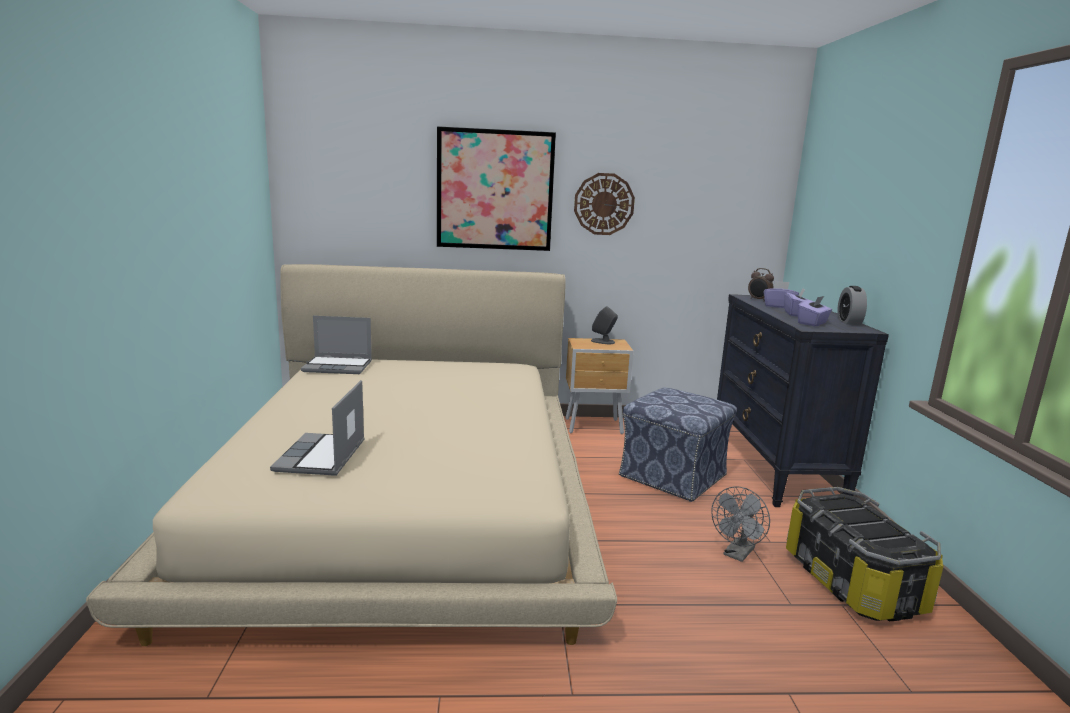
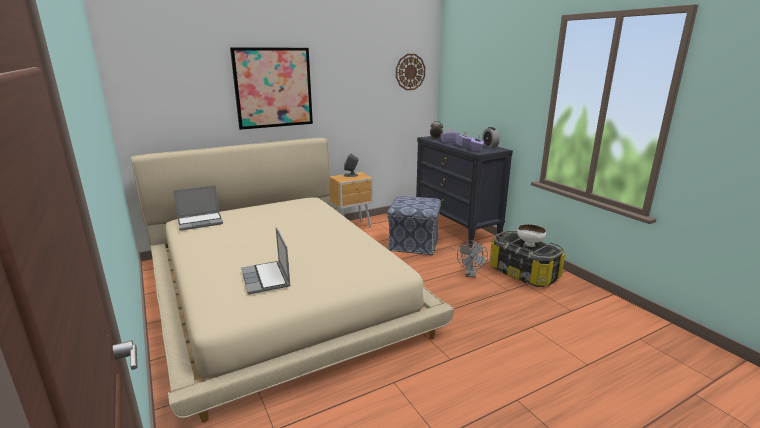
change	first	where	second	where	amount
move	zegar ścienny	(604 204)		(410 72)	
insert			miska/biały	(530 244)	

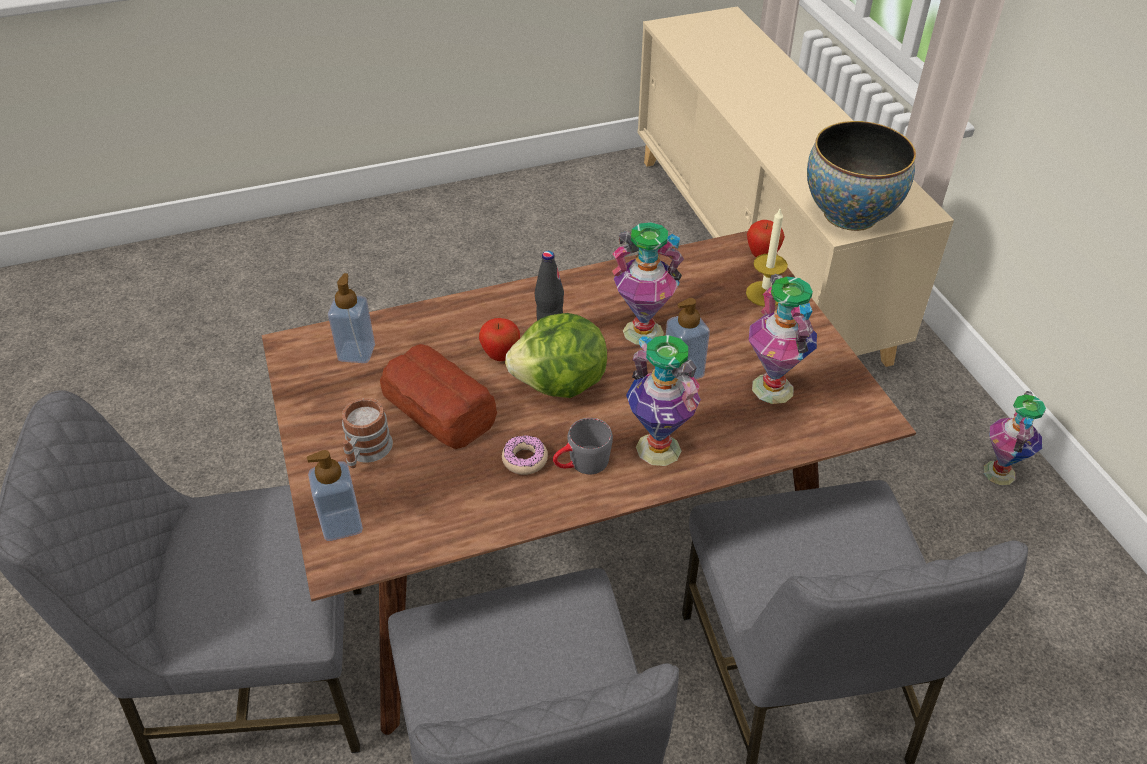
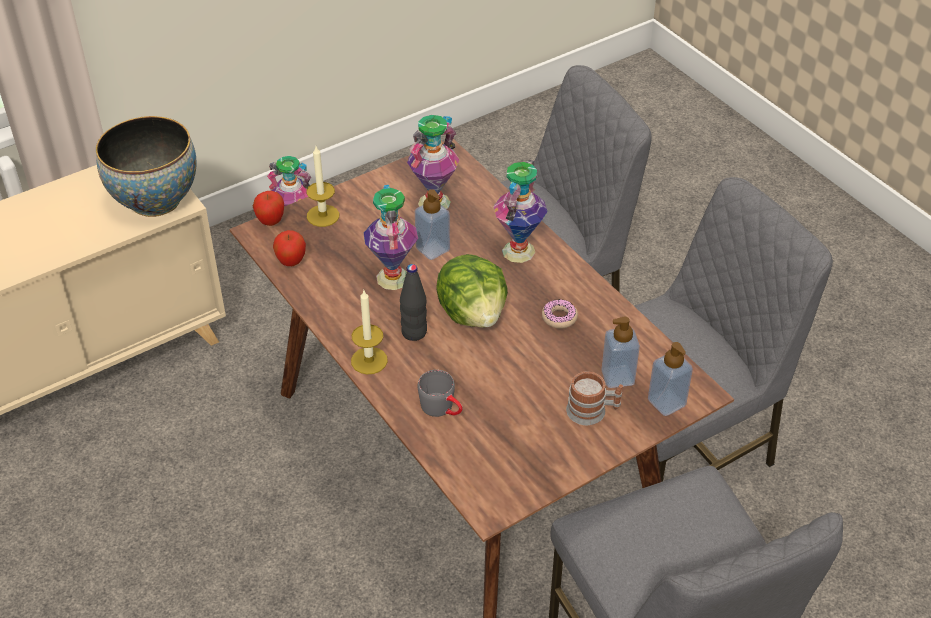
change	first	where	second	where	amount
move	jabłko	(500 356)		(291 262)	
insert			świeca	(369 360)	
move	kubek/szary	(581 464)		(442 409)	
move	dozownik mydła	(356 352)		(617 377)	
delete	chleb	(439 409)			

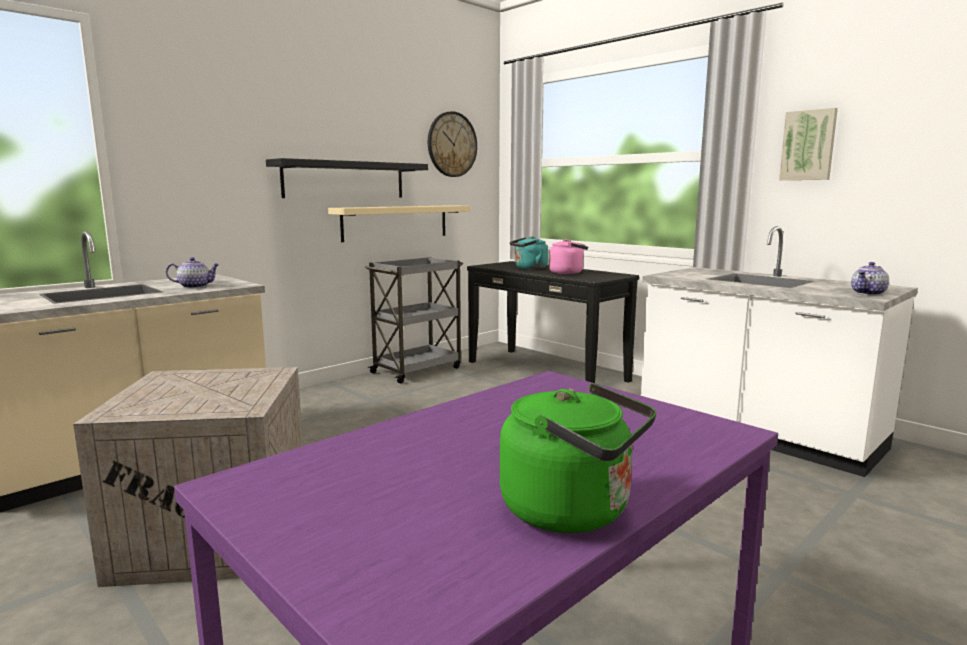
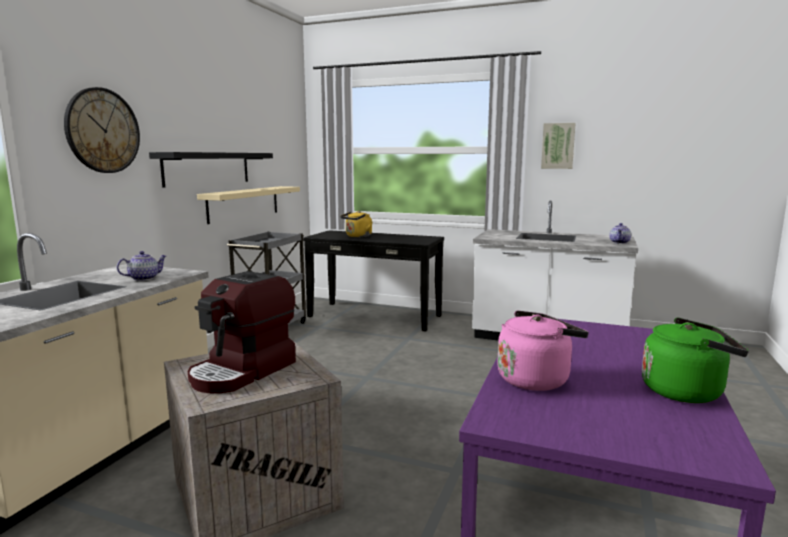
change	first	where	second	where	amount
move	zegar ścienny	(452 144)		(102 131)	
insert			ekspres do kawy	(243 371)	
recolor	czajnik/turkusowy	(529 268)	czajnik/żółty	(357 236)	
move	czajnik/różowy	(568 273)		(535 379)	

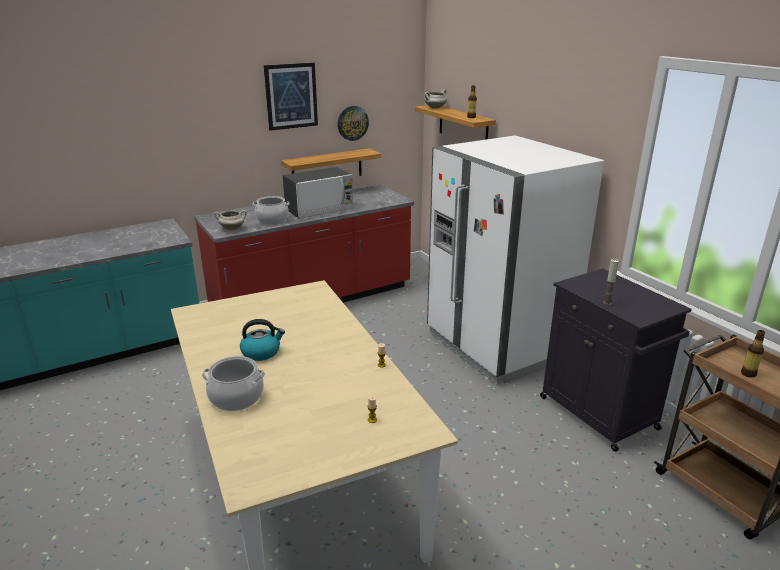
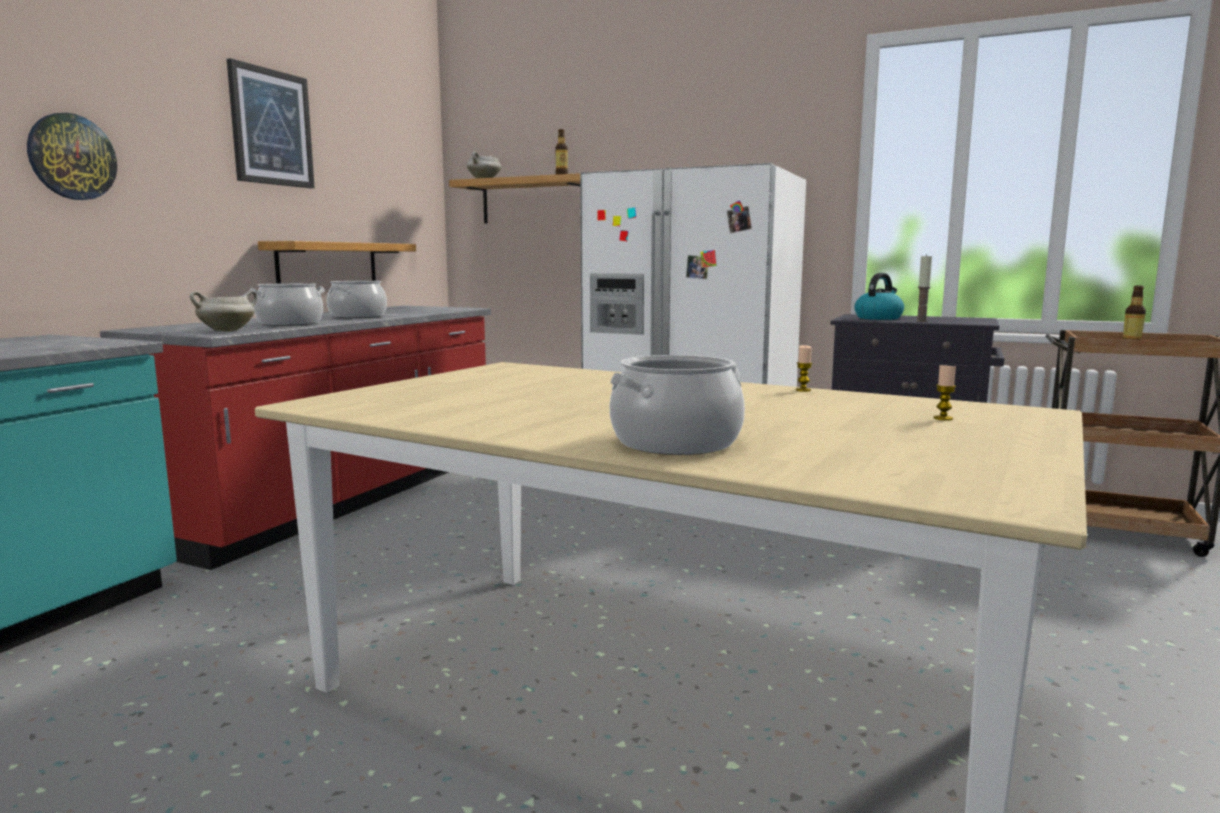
change	first	where	second	where	amount
move	zegar ścienny	(352 123)		(72 157)	
replace	mikrofalówka	(319 209)	garnek	(357 316)	
move	czajnik	(261 352)		(878 318)	

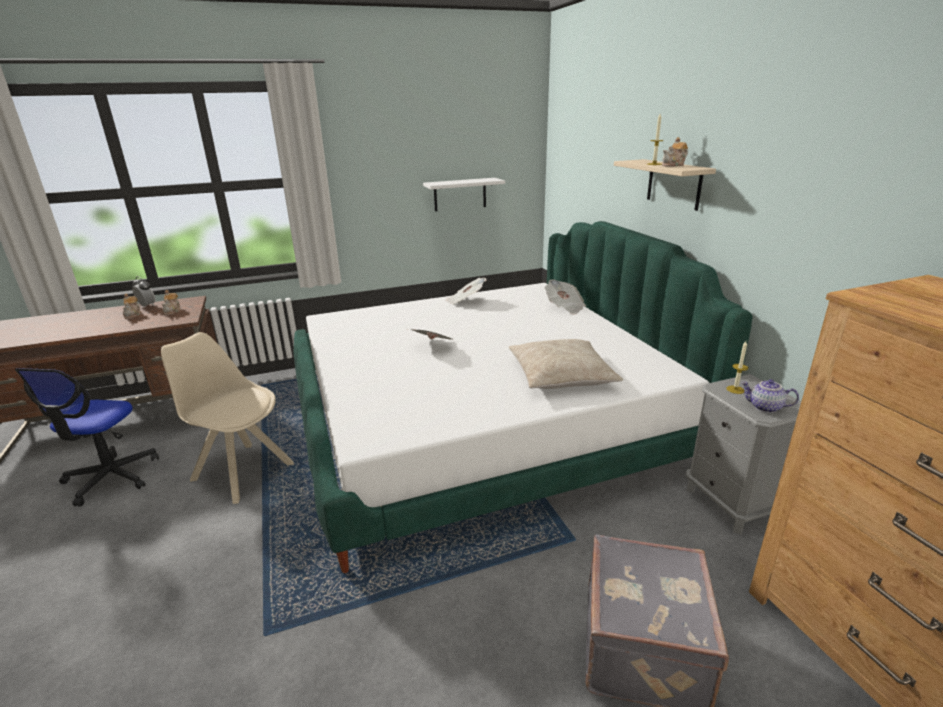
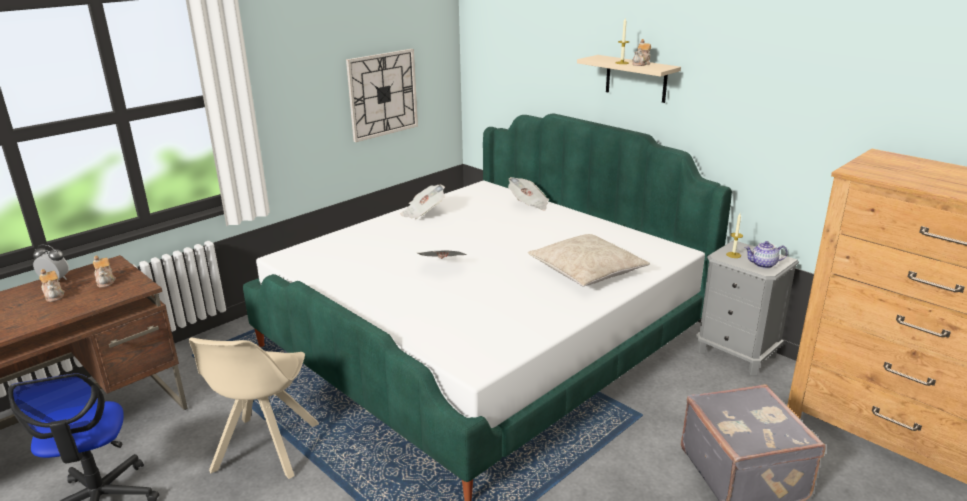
change	first	where	second	where	amount
rotate	krzesło/beżowy	(241 471)		(265 449)	90 degrees counterclockwise
replace	półka/biały	(460 194)	zegar ścienny	(382 94)	

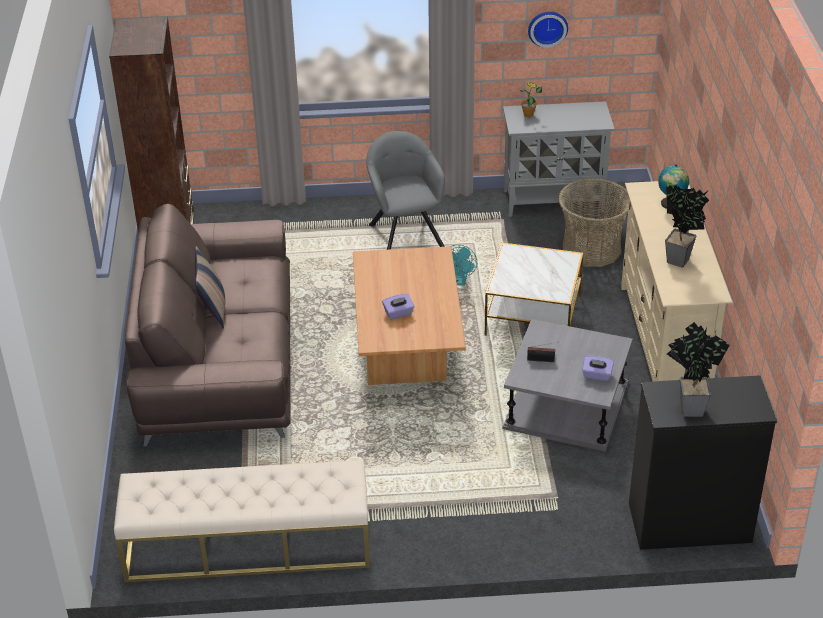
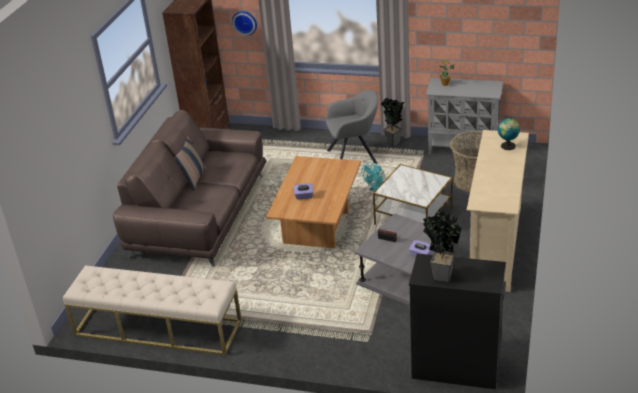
change	first	where	second	where	amount
move	zegar ścienny	(547 27)		(245 22)	
rotate	fotel/szary	(405 234)		(354 156)	75 degrees clockwise
move	roślina doniczkowa	(680 263)		(393 143)	

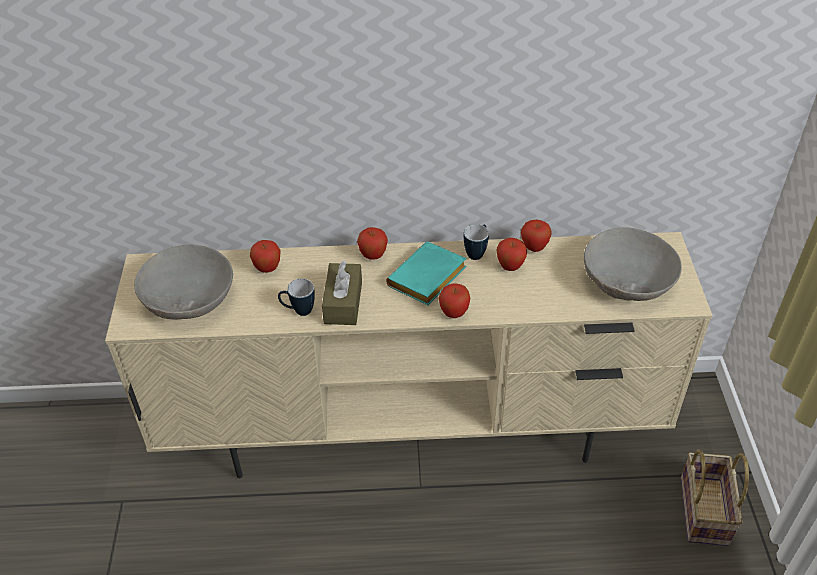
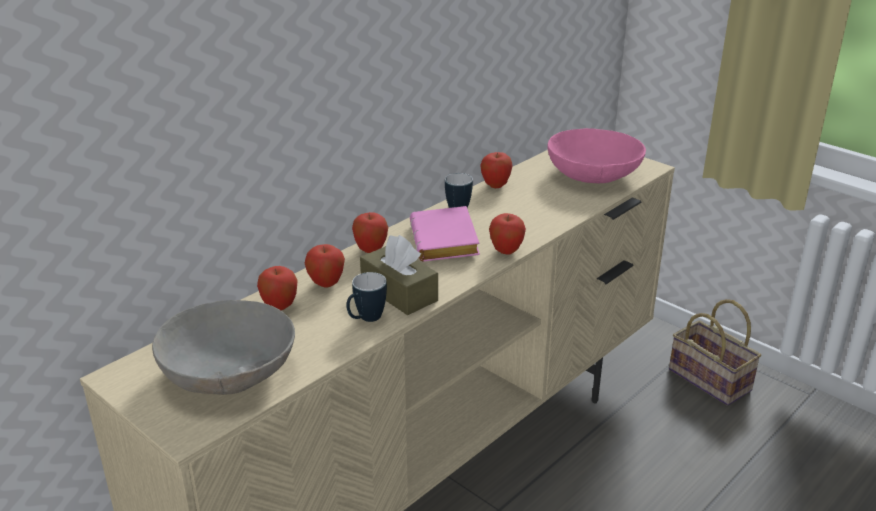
change	first	where	second	where	amount
move	jabłko	(510 267)		(326 284)	
recolor	książka/turkusowy	(427 280)	książka/różowy	(447 242)	
recolor	miska/szary	(628 282)	miska/różowy	(594 174)	

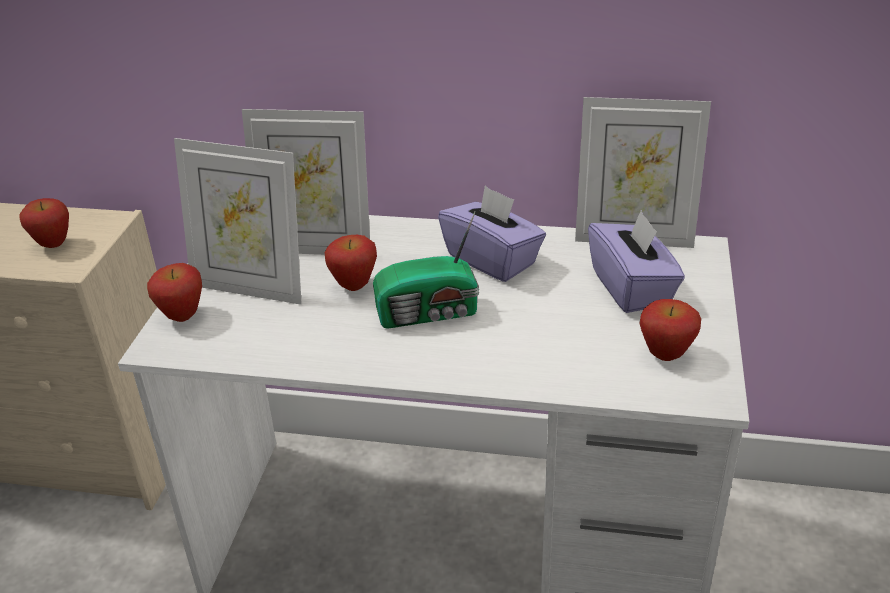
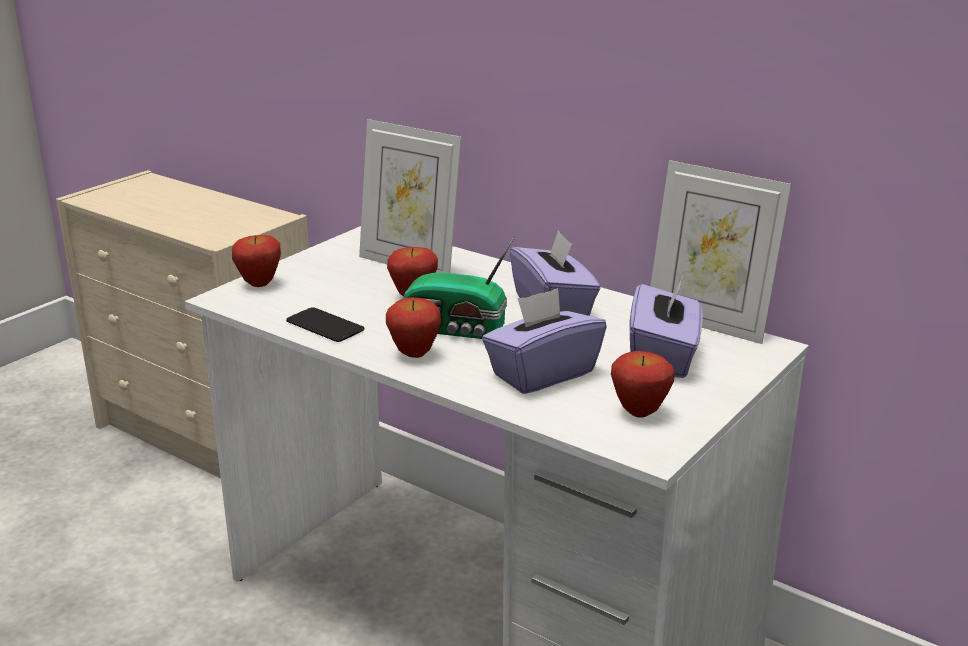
change	first	where	second	where	amount
insert			telefon	(325 326)	
move	jabłko	(53 244)		(414 354)	
insert			pudełko chusteczek/fioletowy	(542 373)	
delete	ramka na zdjęcie	(251 287)			

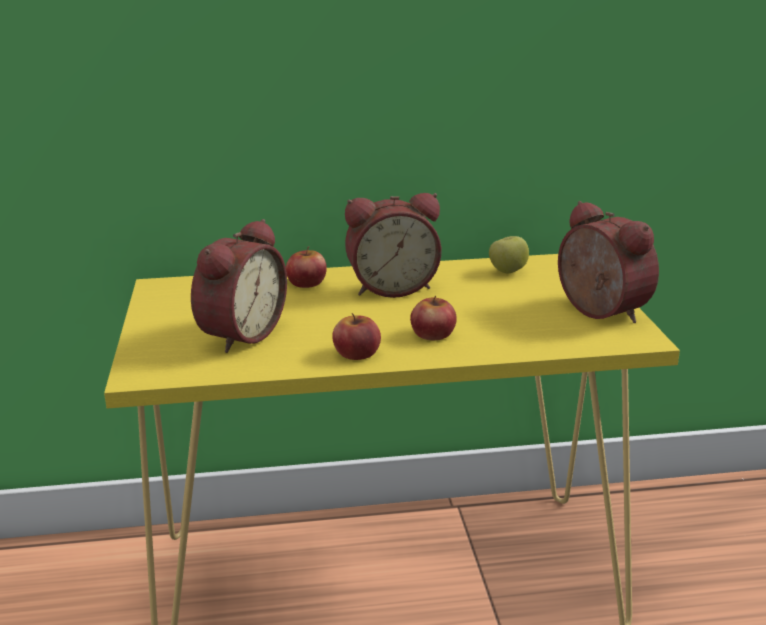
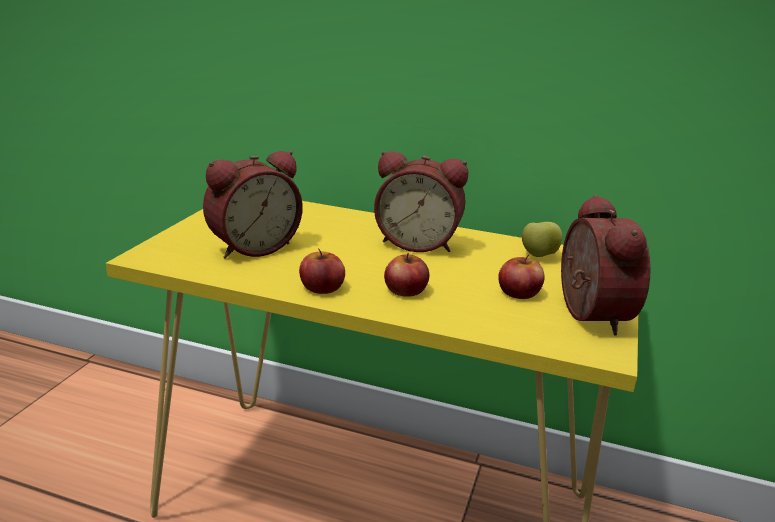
change	first	where	second	where	amount
move	jabłko	(306 282)		(519 292)	

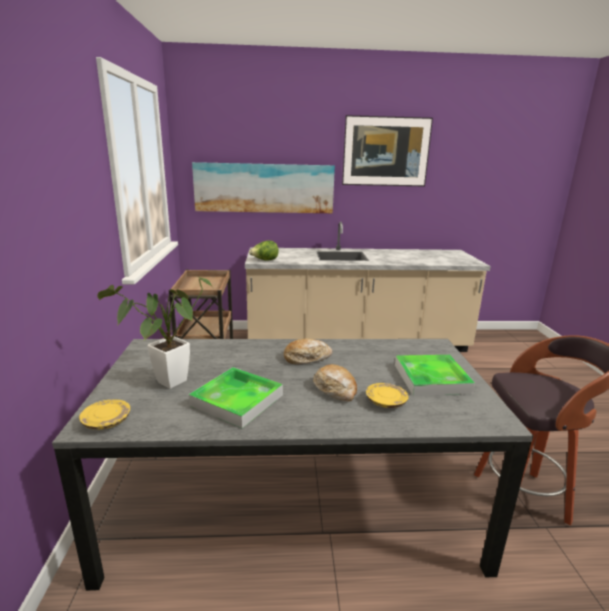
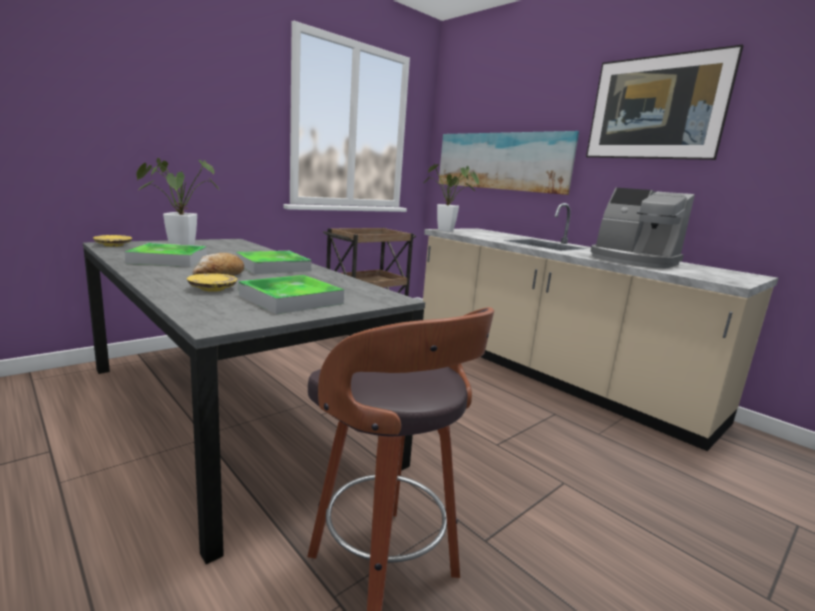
change	first	where	second	where	amount
replace	chleb	(307 358)	taca	(273 267)	
replace	sałata	(264 260)	roślina doniczkowa	(449 231)	
insert			ekspres do kawy	(632 261)	

